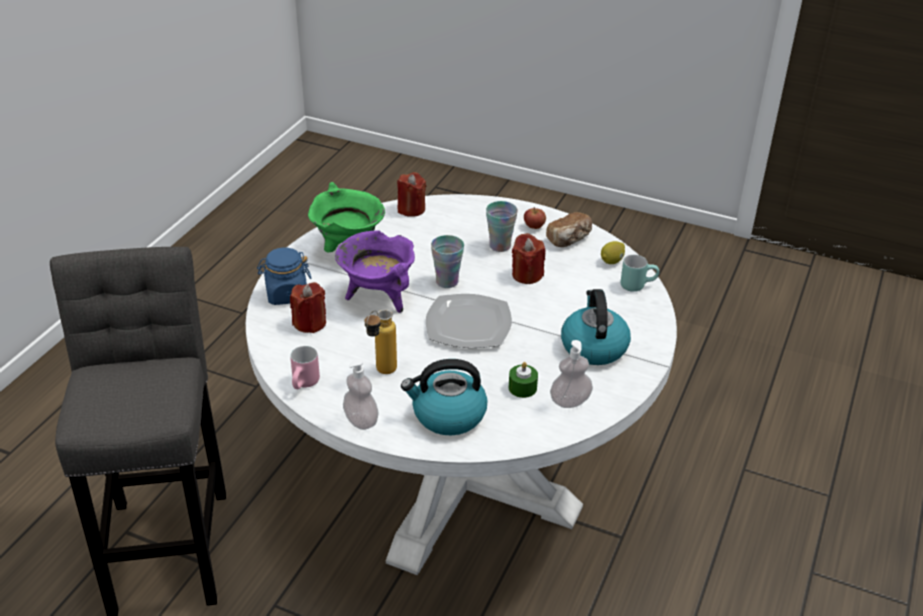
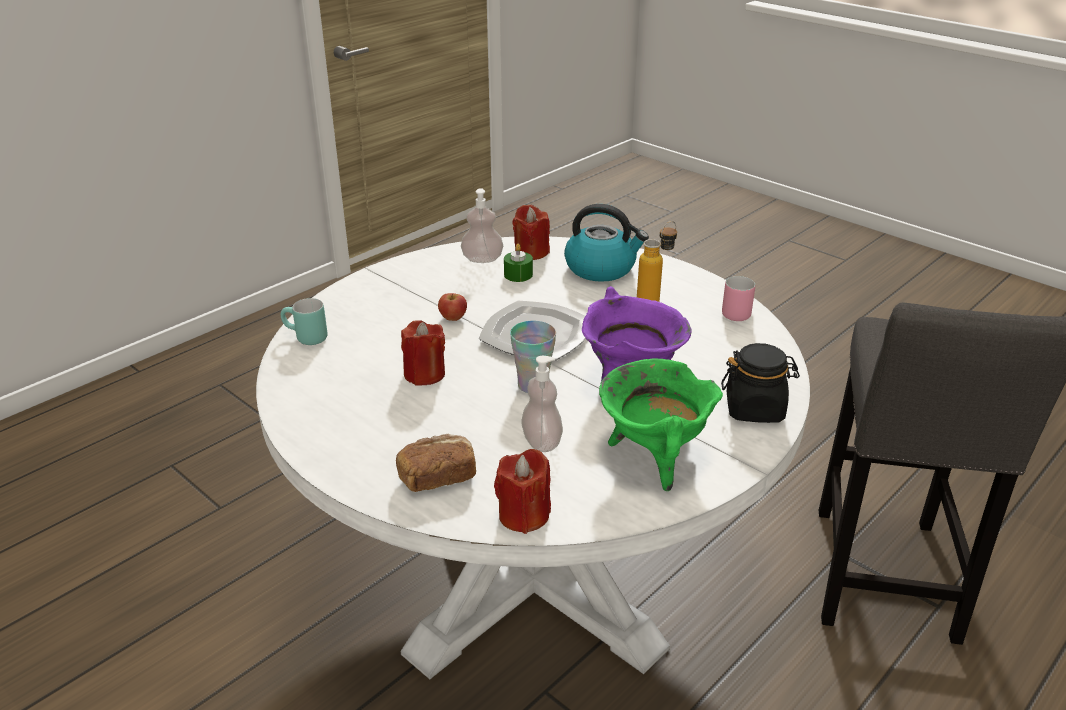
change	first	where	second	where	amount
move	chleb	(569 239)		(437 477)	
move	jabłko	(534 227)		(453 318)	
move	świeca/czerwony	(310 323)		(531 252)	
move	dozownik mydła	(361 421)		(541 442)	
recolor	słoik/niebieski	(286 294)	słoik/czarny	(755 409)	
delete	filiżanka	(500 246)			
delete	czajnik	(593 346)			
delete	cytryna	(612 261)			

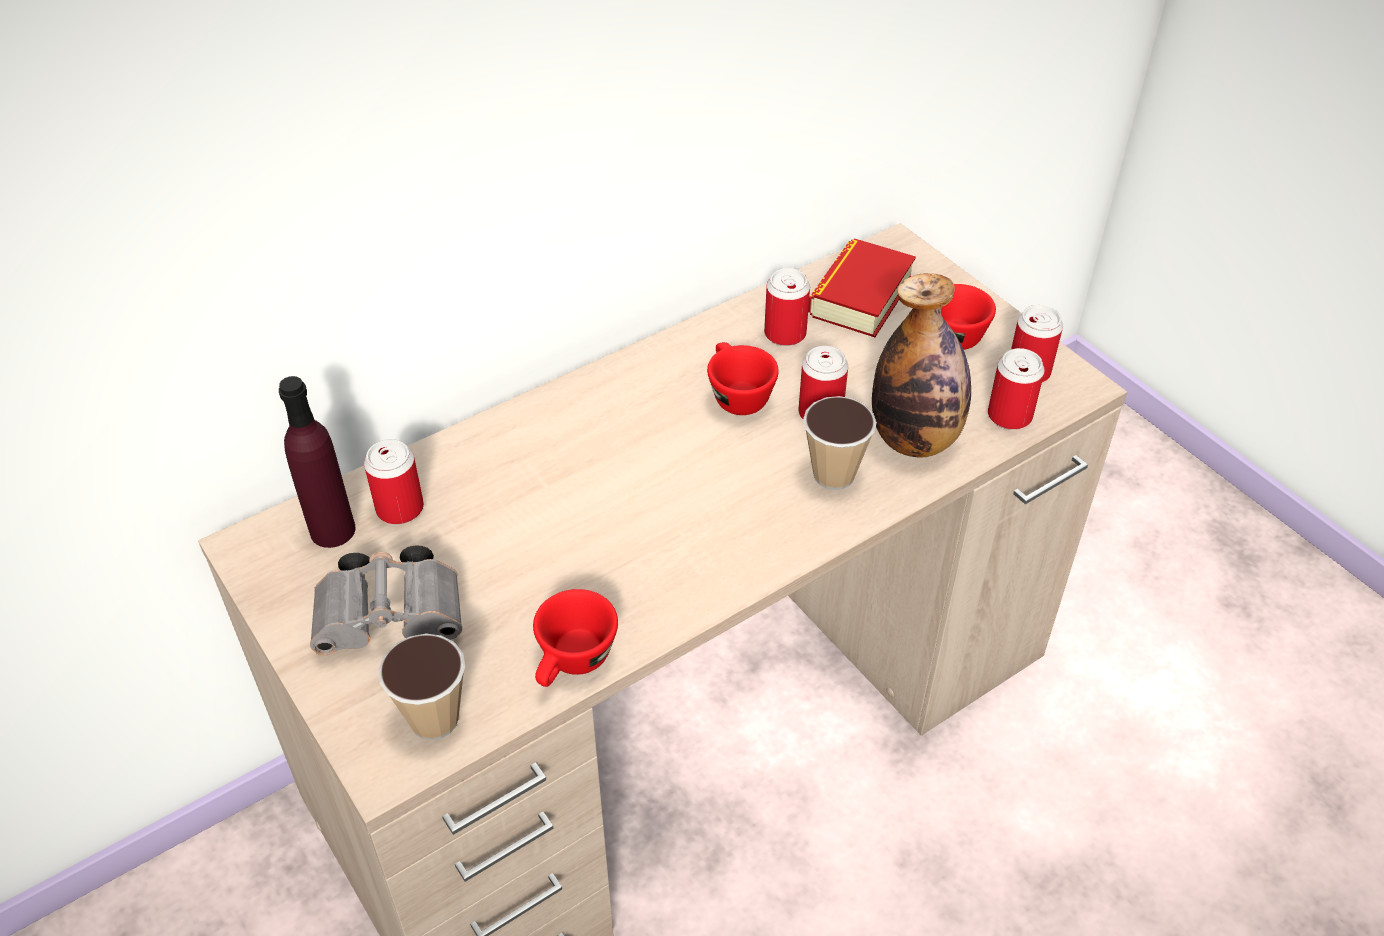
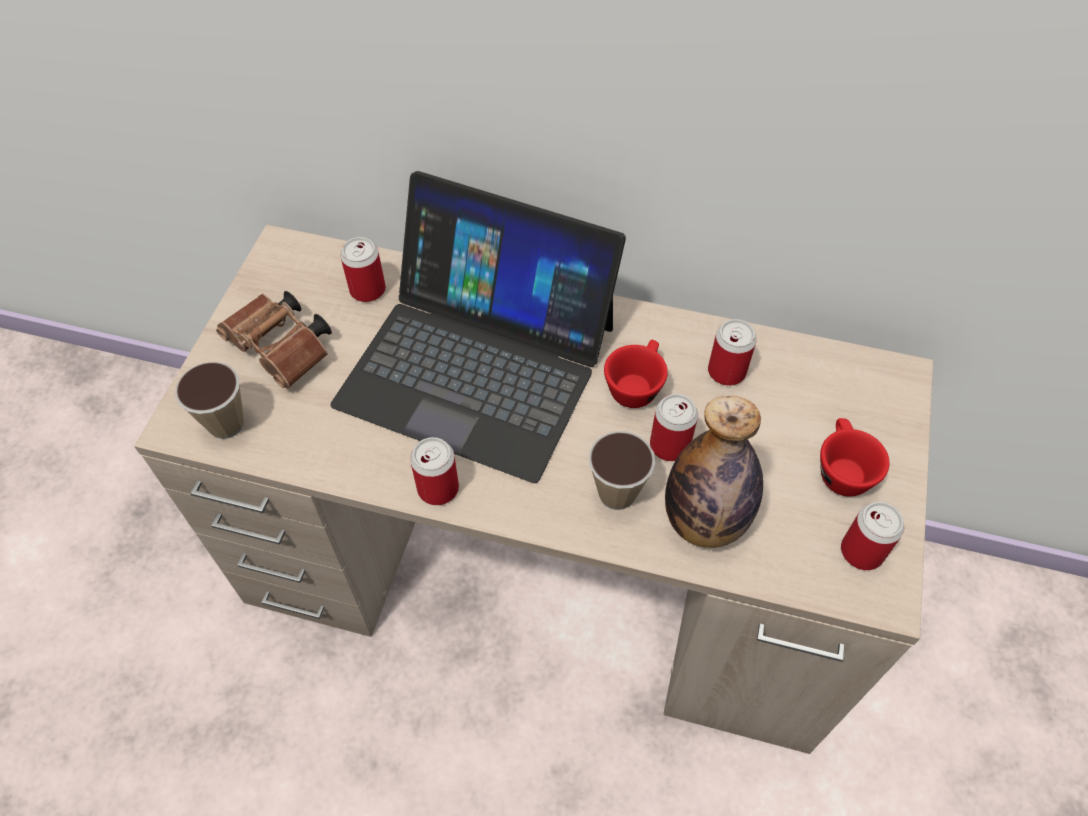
change	first	where	second	where	amount
recolor	lornetka/szary	(395 619)	lornetka/brązowy	(283 351)	
insert			laptop	(478 363)	
move	puszka	(1009 416)		(438 488)	
delete	butelka/fioletowy	(332 530)			
delete	filiżanka/czerwony	(573 663)			
delete	książka	(860 297)			

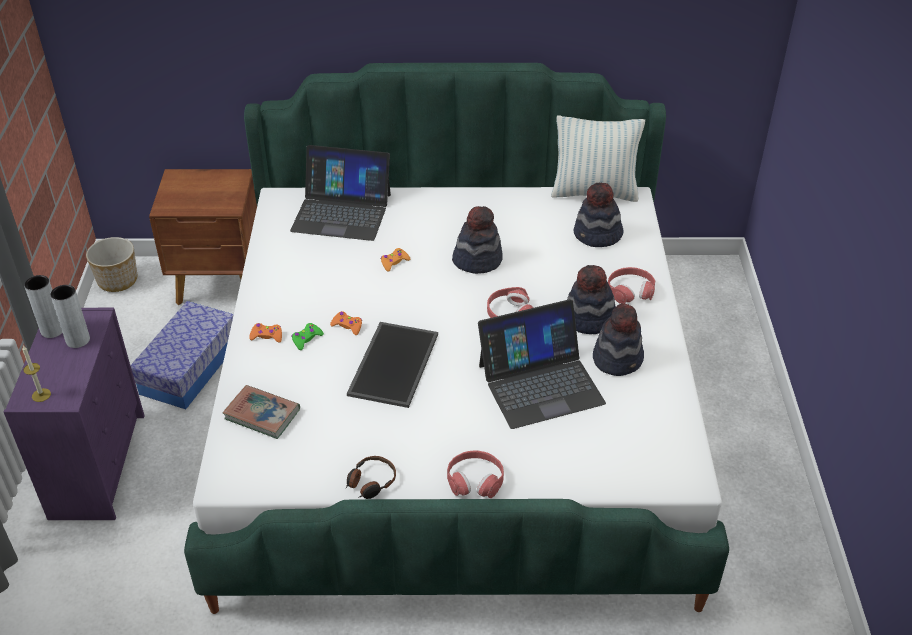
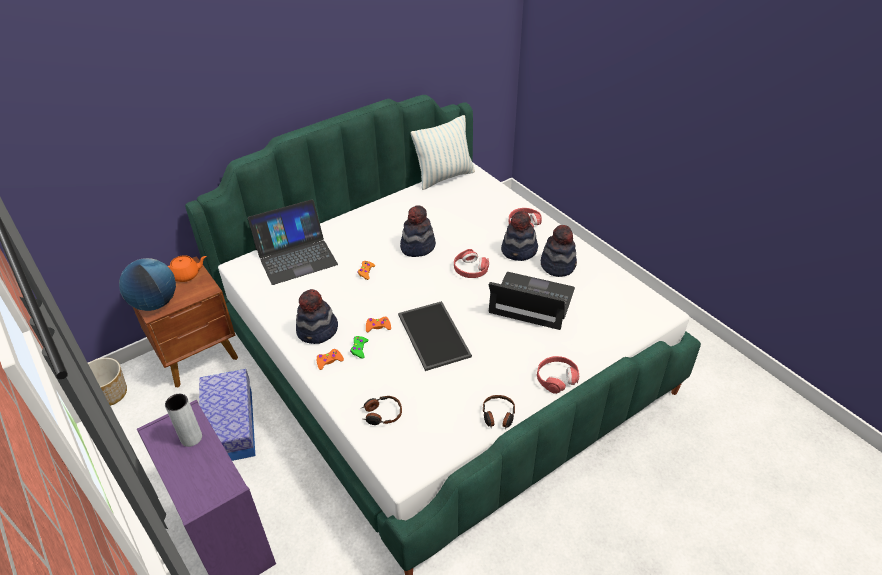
change	first	where	second	where	amount
insert			globus	(155 303)	
insert			imbryk/pomarańczowy	(186 275)	
move	kapelusz	(597 235)		(318 331)	
replace	książka	(262 415)	słuchawki	(382 414)	
rotate	laptop	(540 383)		(531 301)	105 degrees counterclockwise
delete	świeca	(41 395)			
delete	wazon/szary	(52 330)			

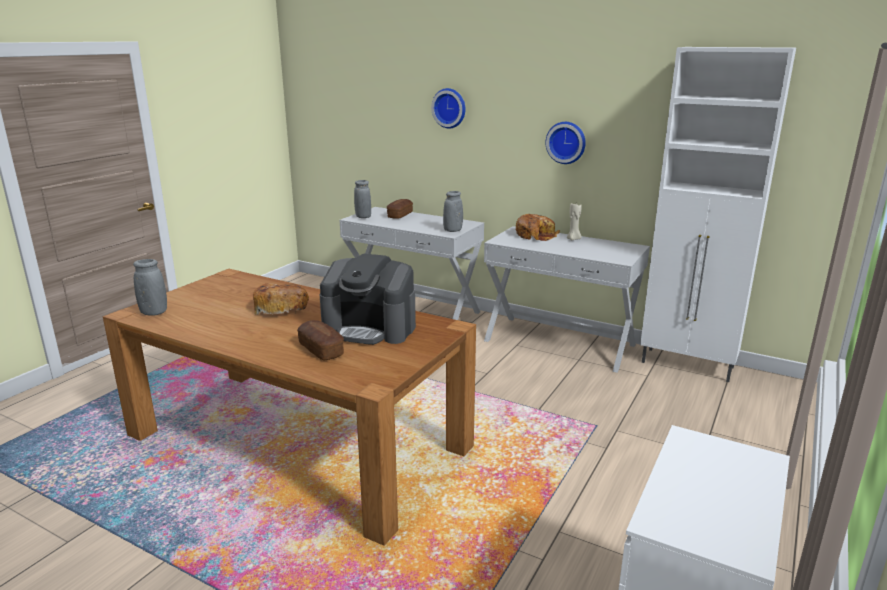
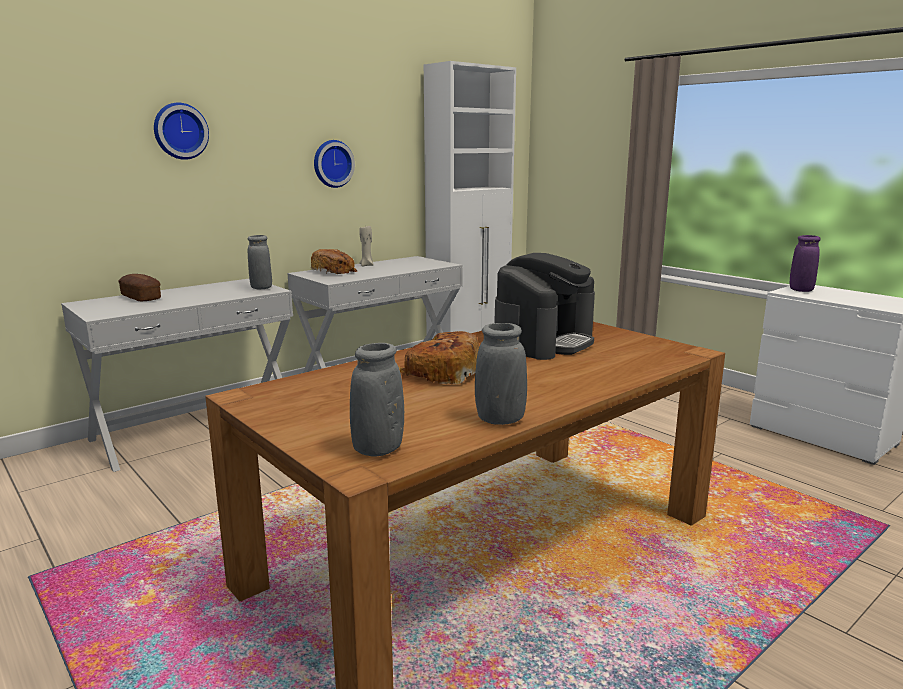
change	first	where	second	where	amount
move	wazon/szary	(363 217)		(500 420)	
insert			wazon/fioletowy	(801 290)	
delete	chleb	(321 350)			

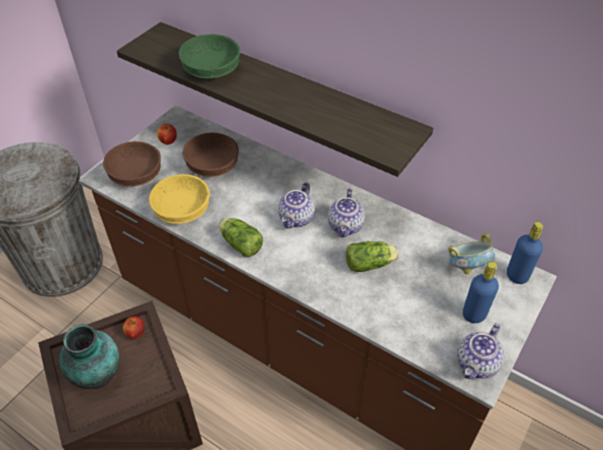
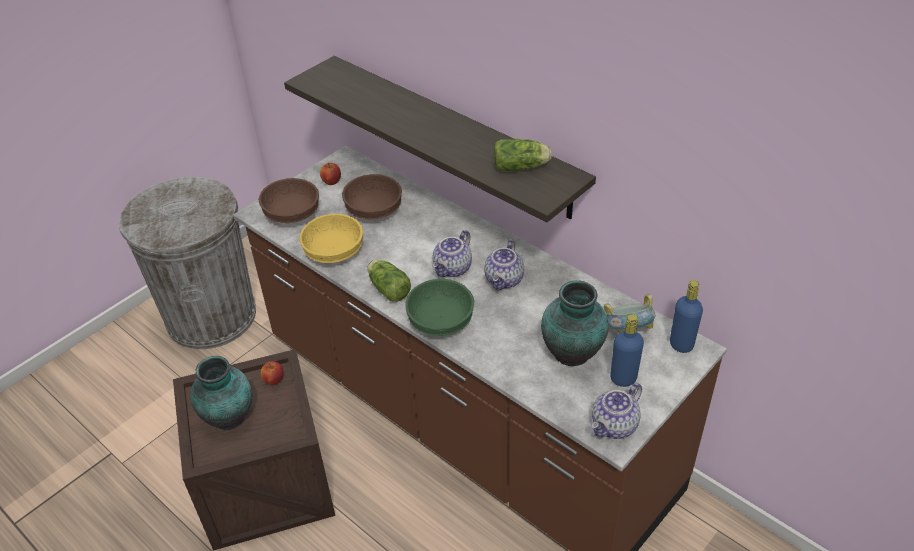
change	first	where	second	where	amount
move	miska/zielony	(210 71)		(439 321)	
move	sałata	(371 264)		(522 167)	
insert			wazon	(573 354)	

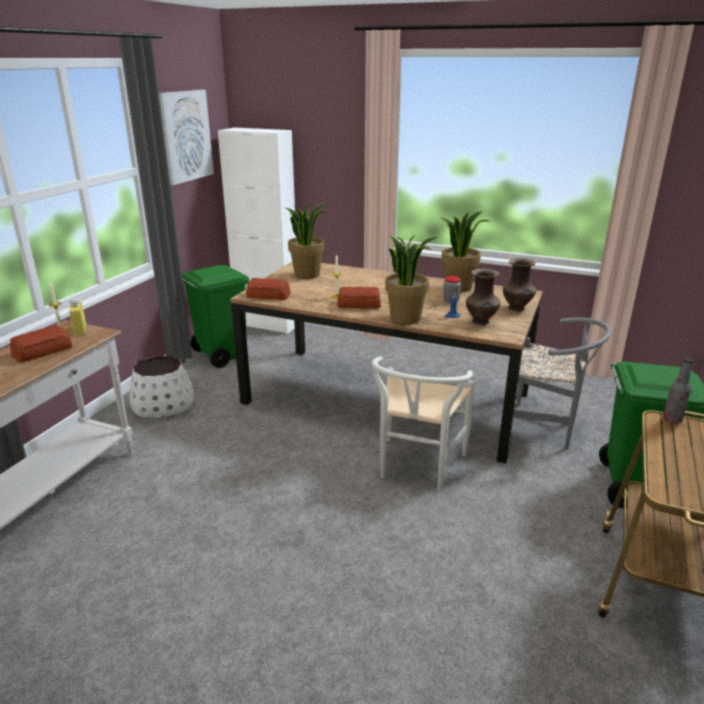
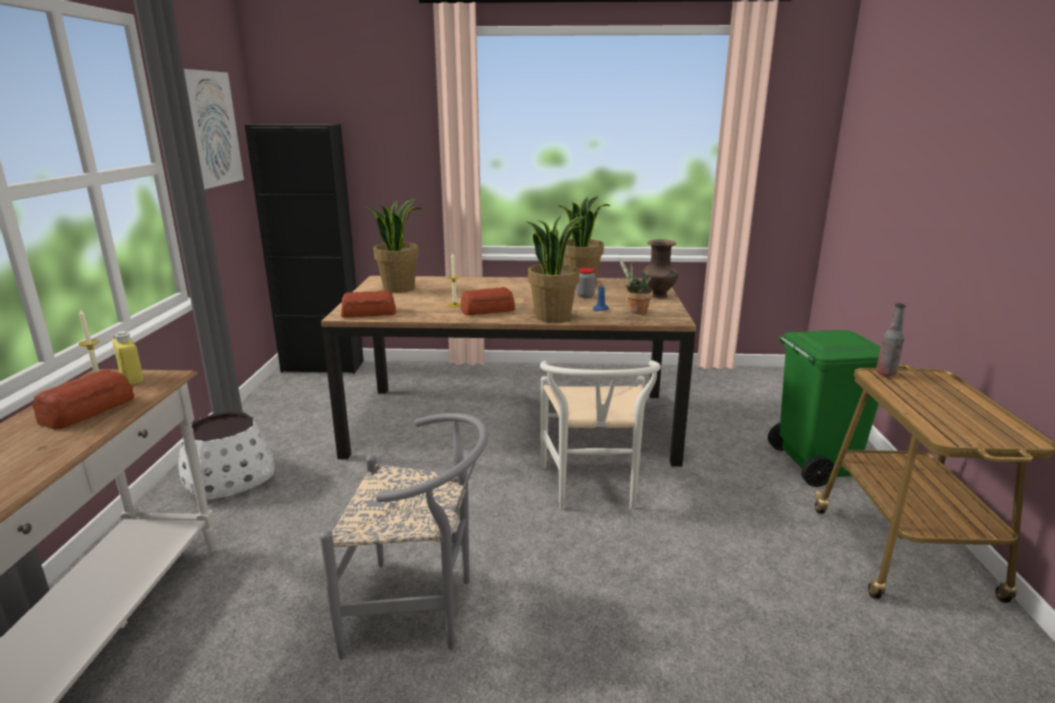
change	first	where	second	where	amount
recolor	szafka/biały	(267 324)	szafka/czarny	(323 366)	
move	krzesło/szary	(546 429)		(420 610)	
replace	wazon/brązowy	(481 322)	roślina doniczkowa	(635 311)	
delete	kosz na śmieci/zielony	(221 355)			

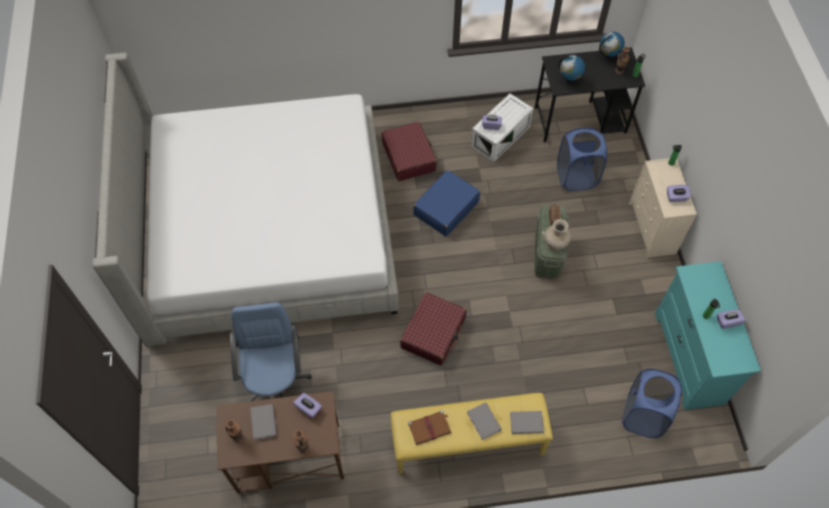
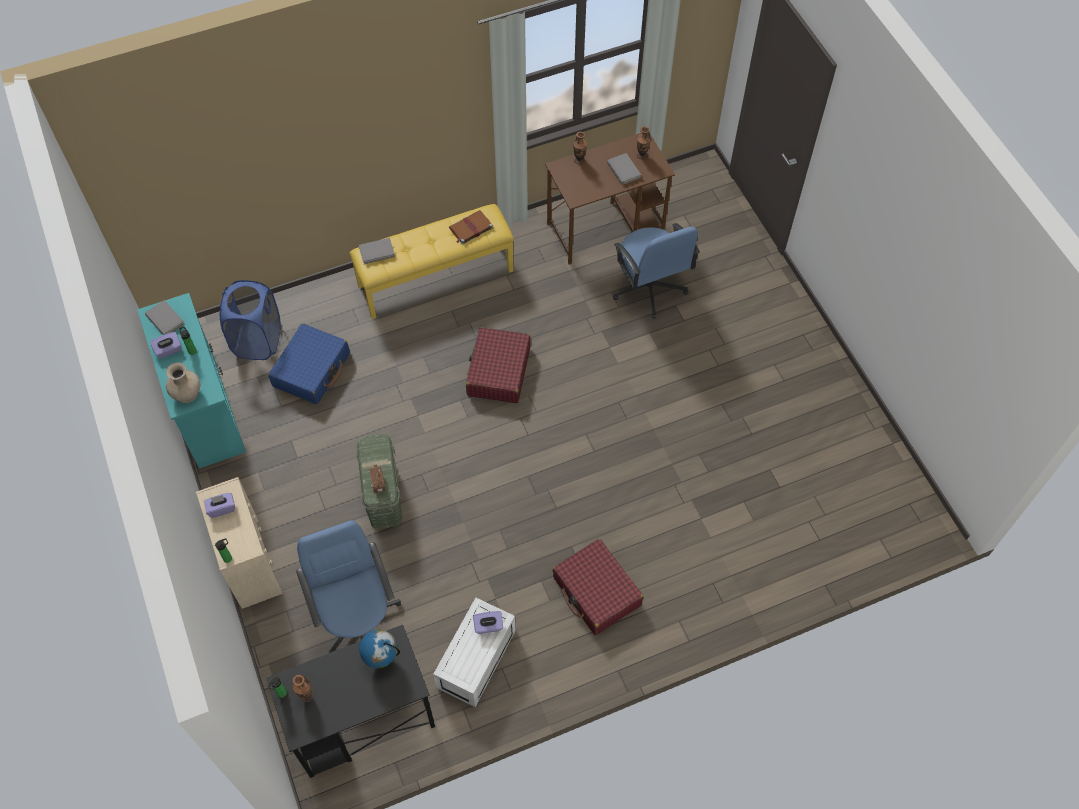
change	first	where	second	where	amount
move	książka/szary	(484 421)		(165 320)	
move	wazon/beżowy	(555 243)		(187 393)	
move	walizka/niebieski	(446 208)		(312 370)	
replace	kosz na pranie/niebieski	(576 177)	krzesło biurowe/niebieski	(357 617)	
delete	łóżko	(267 231)			
delete	pudełko chusteczek/fioletowy	(308 408)			
delete	globus	(608 57)			

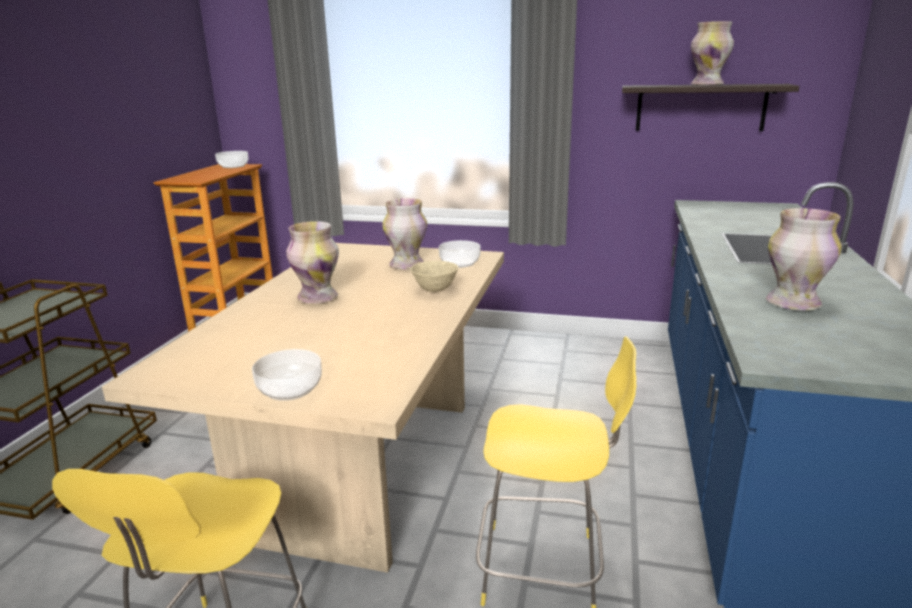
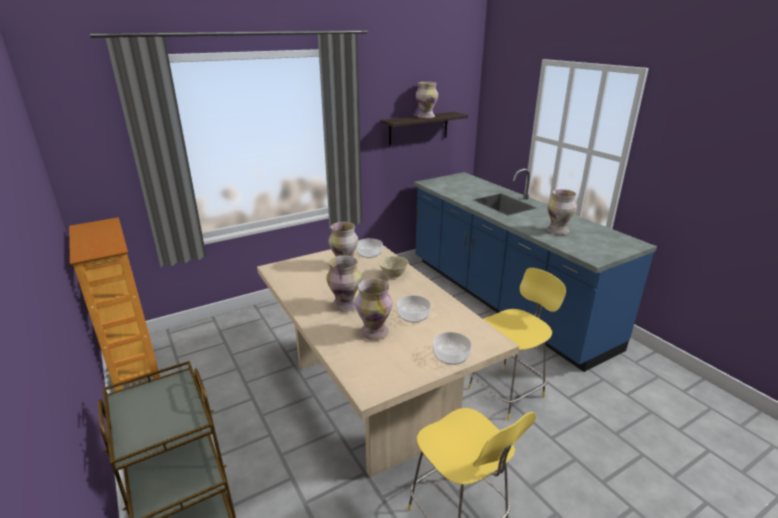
change	first	where	second	where	amount
insert			wazon	(374 332)	
move	miska	(233 166)		(413 316)	

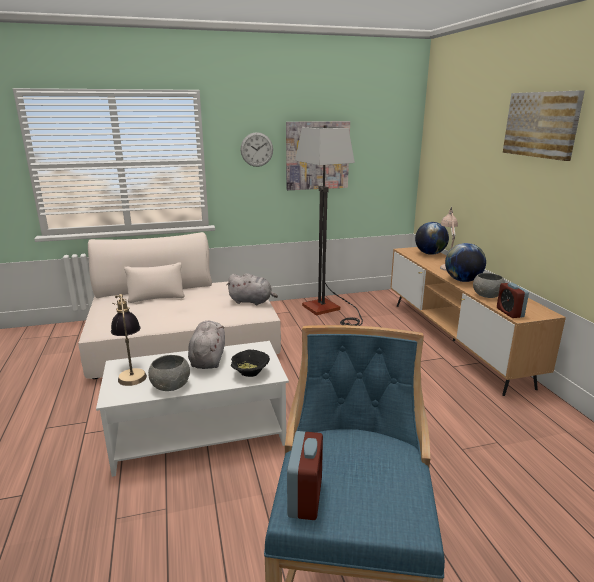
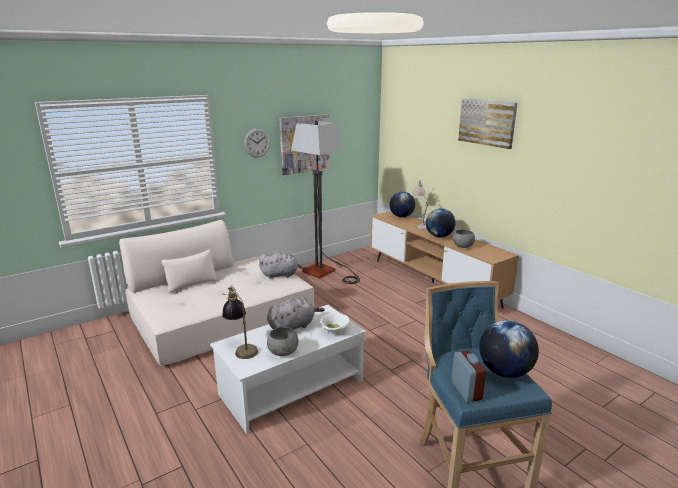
change	first	where	second	where	amount
rotate	pluszak/szary	(208 359)		(293 326)	75 degrees clockwise
recolor	miska/czarny	(250 373)	miska/biały	(335 331)	
insert			globus	(504 372)	
delete	budzik	(509 312)			

